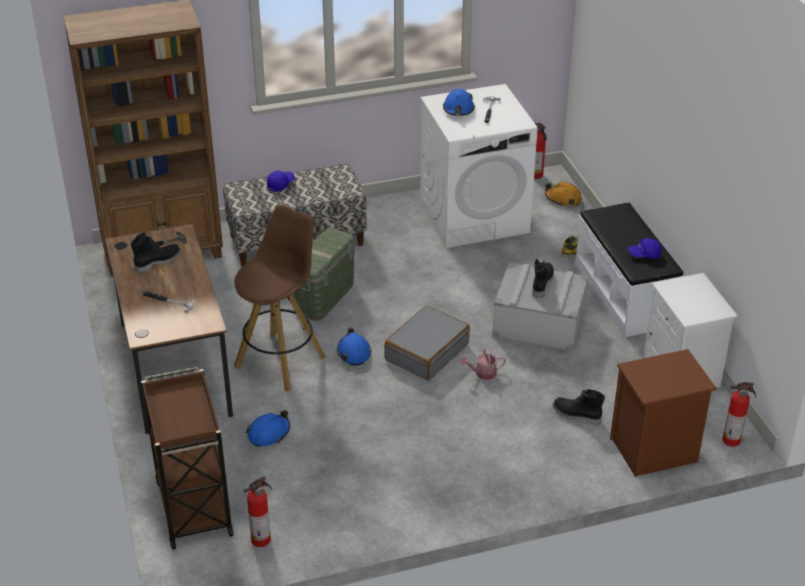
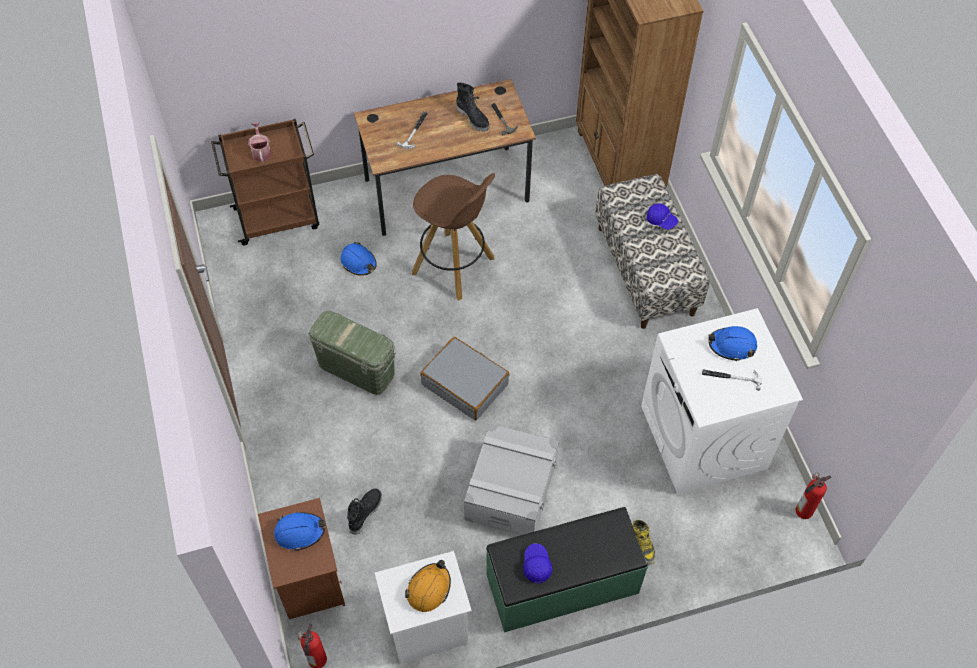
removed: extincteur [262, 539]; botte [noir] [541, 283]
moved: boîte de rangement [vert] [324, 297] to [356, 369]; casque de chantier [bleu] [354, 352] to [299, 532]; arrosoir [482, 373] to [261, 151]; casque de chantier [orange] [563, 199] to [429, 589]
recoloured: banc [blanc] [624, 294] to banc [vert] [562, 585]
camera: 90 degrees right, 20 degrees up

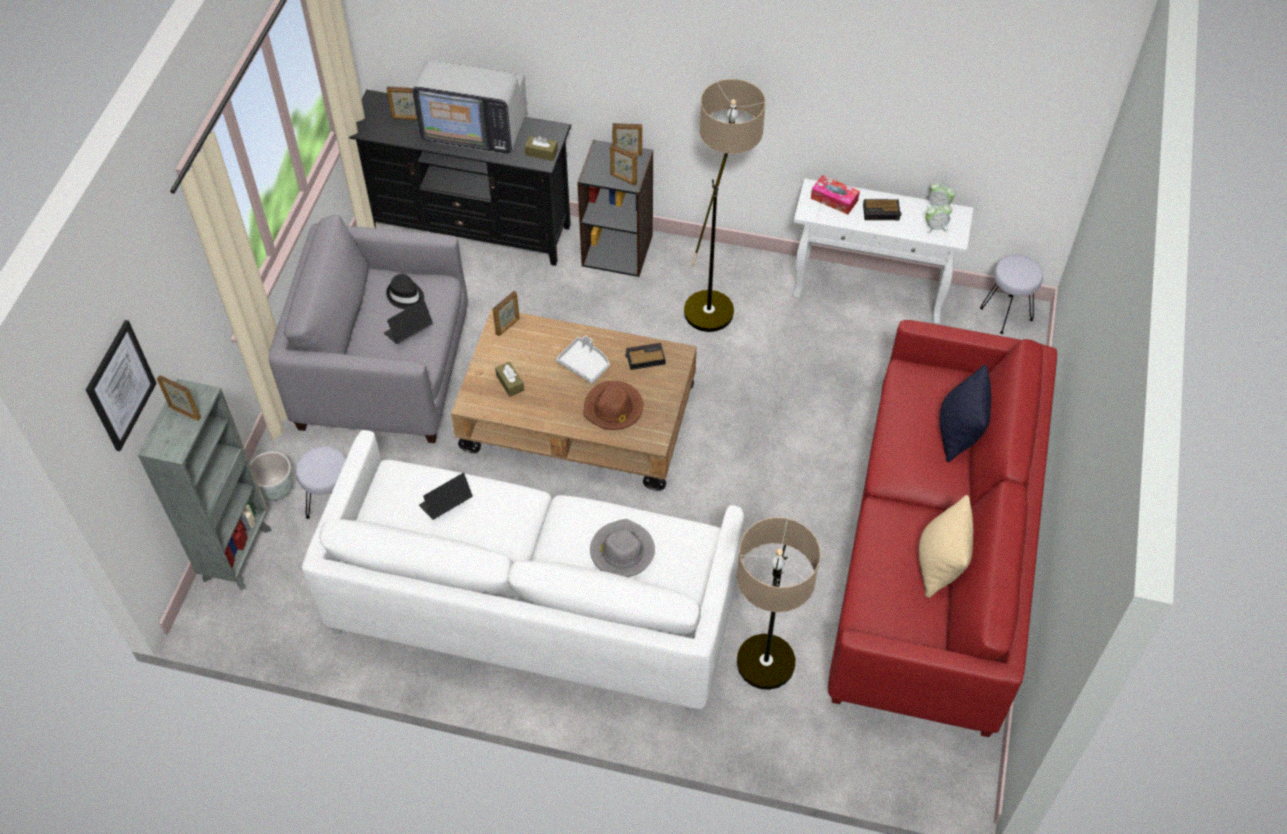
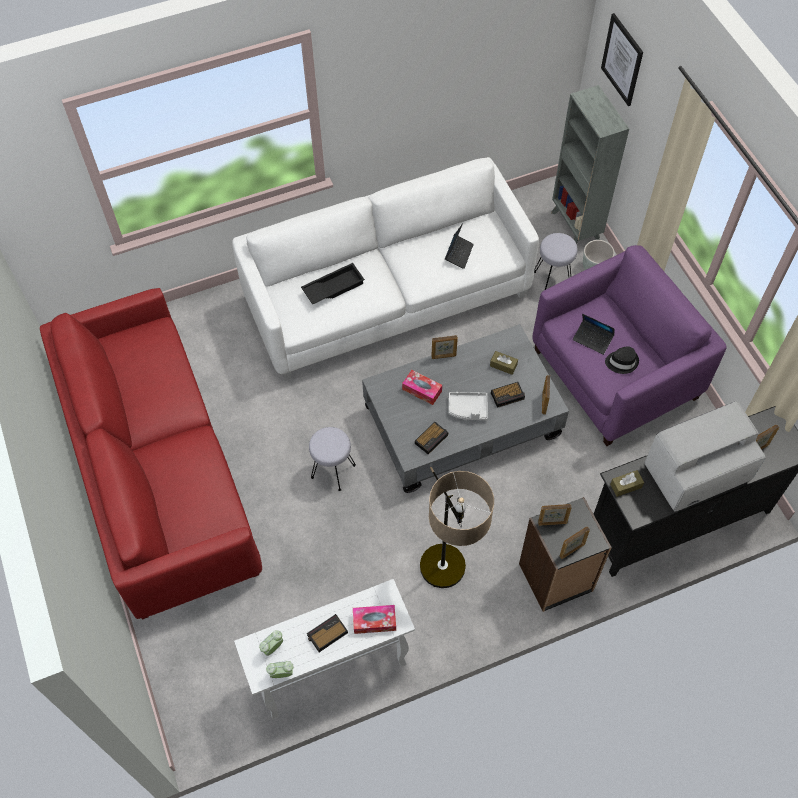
removed: lampadaire [761, 684]; coussin [beige] [939, 564]; coussin [noir] [958, 433]
added: réveil [508, 396]
moved: cadre photo [185, 412] to [444, 356]; tabouret [gris] [1006, 315] to [333, 470]
replaced: chapeau [marron] [613, 408] to boîte à mouchoirs [422, 390]; chapeau [gris] [622, 551] to plateau [noir] [333, 287]
recoloured: fauteuil [gris] [384, 372] to fauteuil [violet] [614, 374]; table basse [marron] [577, 420] to table basse [gris] [462, 421]
turned: ordinateur portable [408, 331] = [592, 339] 105 degrees clockwise
camera: 145 degrees right, 5 degrees up

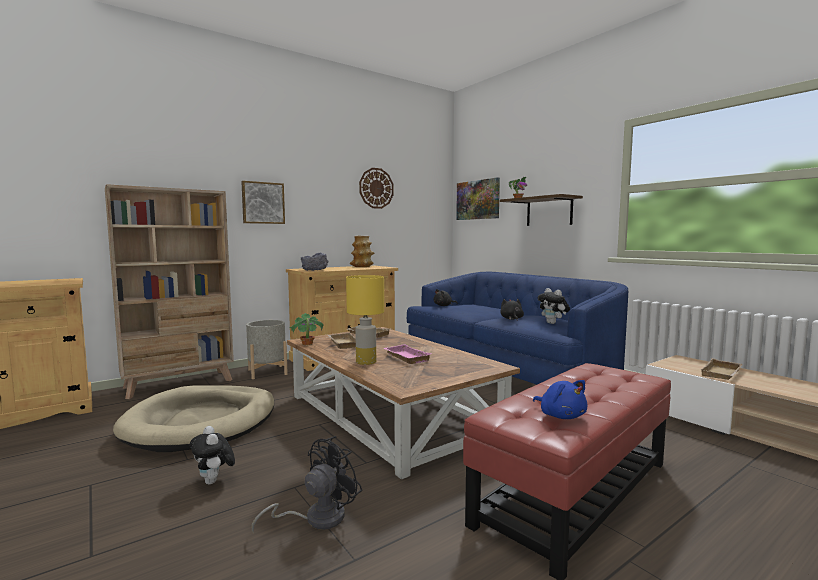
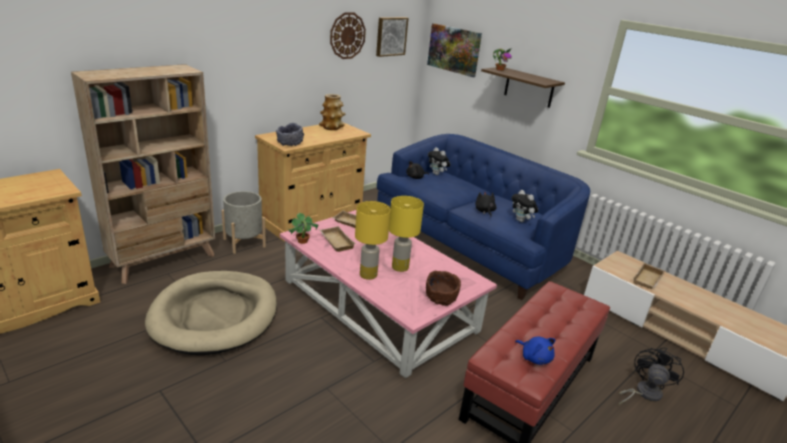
added: bol [marron] [441, 298]
moved: peluche [214, 481] to [437, 174]; tableau [263, 203] to [390, 36]; ventilateur [noir] [316, 518] to [643, 393]
replaced: plateau [rose] [405, 357] to lampe de table [jaune] [399, 267]
recoloured: table basse [marron] [391, 415] to table basse [rose] [380, 305]
camera: 10 degrees left, 20 degrees up

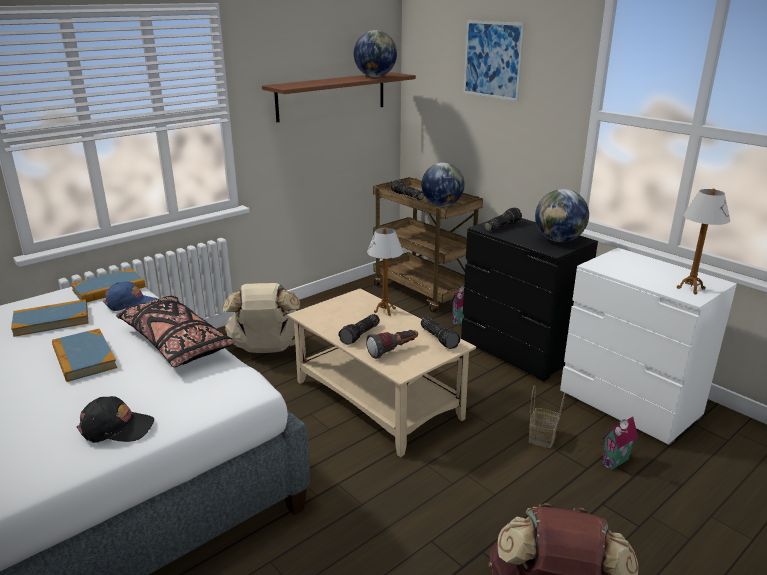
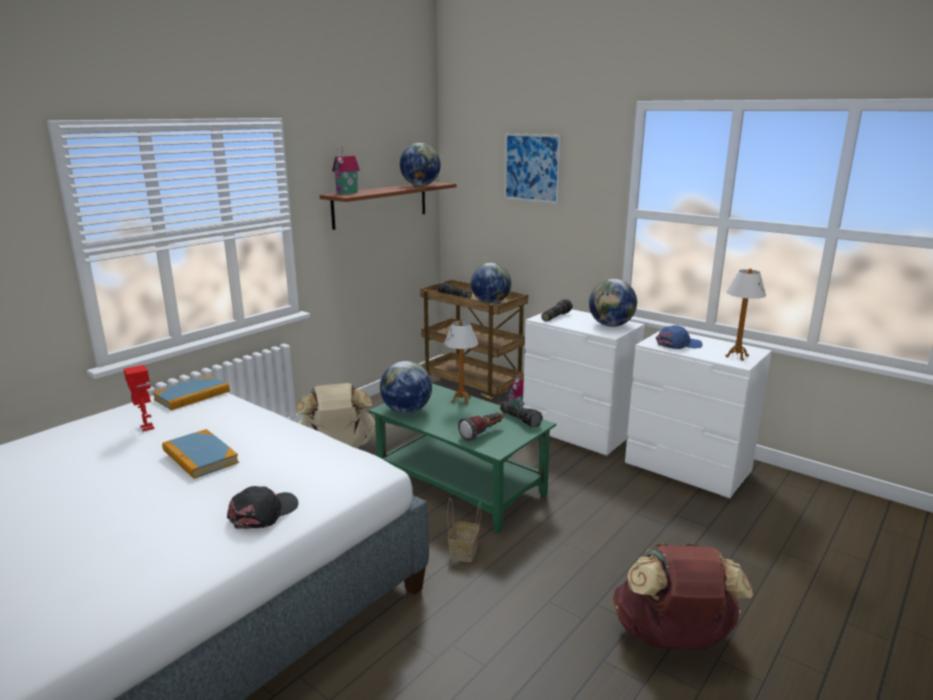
removed: coussin [noir] [176, 343]; lampe de poche [361, 335]
added: globe [406, 411]
moved: casquette [bleu] [131, 304] to [678, 344]; panier [542, 438] to [464, 552]; maison miniature [616, 462] to [348, 193]
replaced: livre [51, 320] to robot jouet [146, 428]
recoloured: table basse [beige] [376, 399] to table basse [vert] [459, 486]; commode [noir] [519, 351] to commode [blanc] [578, 432]
turned: casquette [noir] [116, 427] = [264, 513] 45 degrees counterclockwise
camera: 10 degrees left, 5 degrees down

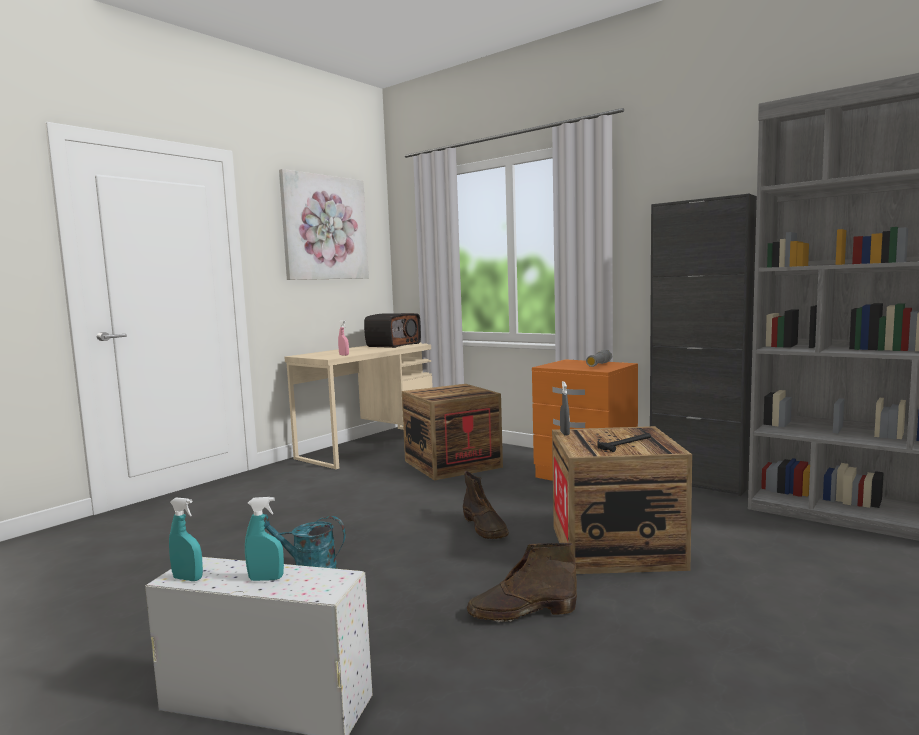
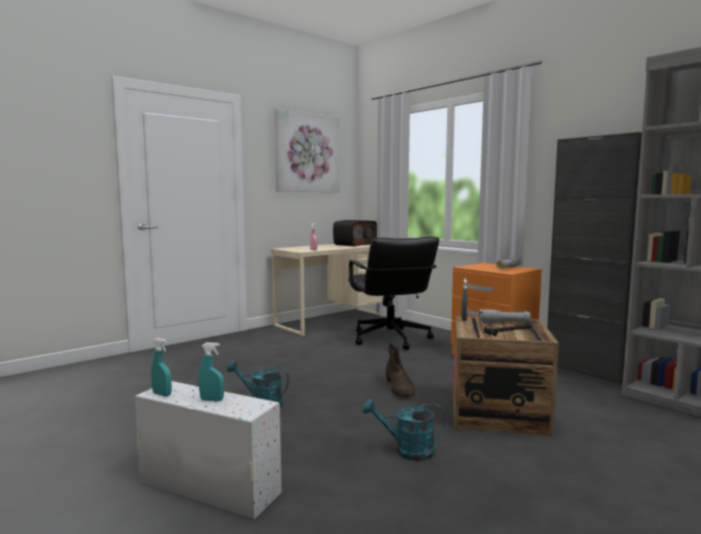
added: lampe de poche [gris] [504, 323]
replaced: caisse [452, 464] to chaise de bureau [noir] [390, 339]; botte [marron] [521, 612] to arrosoir [turquoise] [407, 451]
camera: 10 degrees right, 0 degrees up

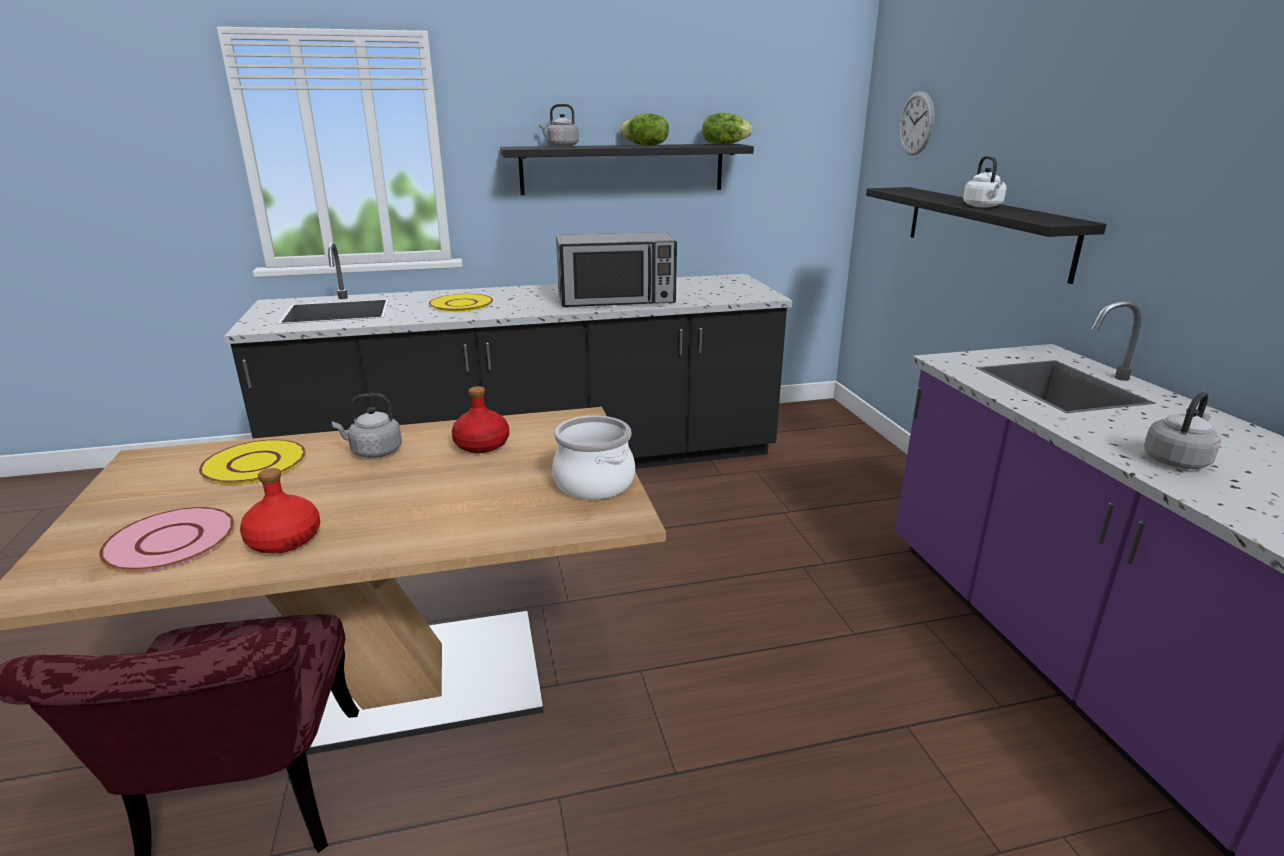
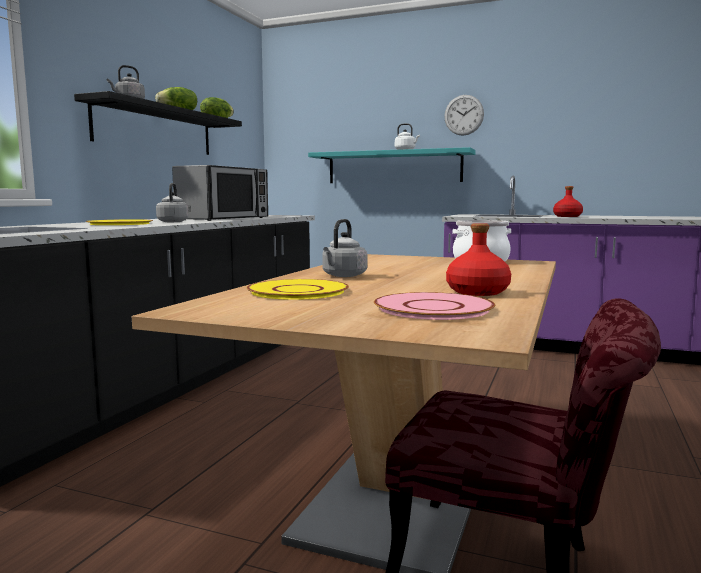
moved: bouteille [rouge] [481, 445] to [567, 216]; horloge murale [916, 123] to [464, 115]; bouilloire [gris] [1177, 460] to [173, 222]
recoloured: étagère [noir] [985, 230] to étagère [turquoise] [393, 167]
camera: 55 degrees left, 15 degrees down

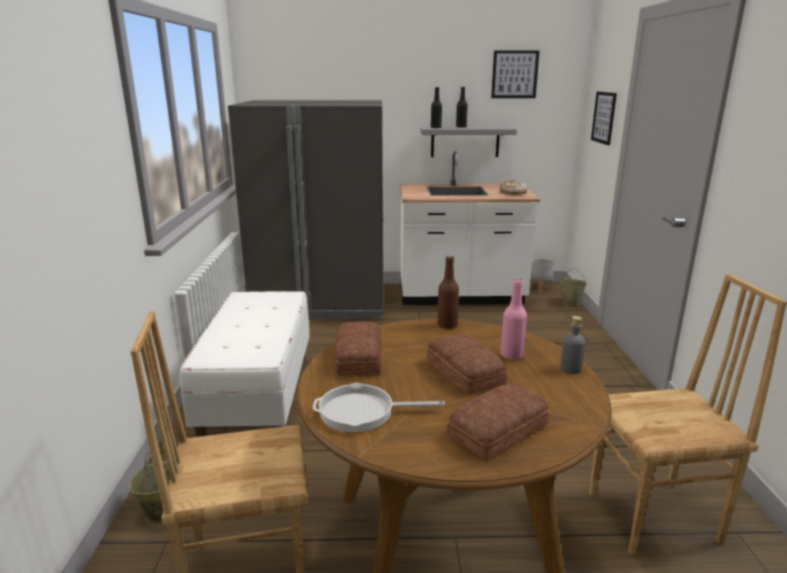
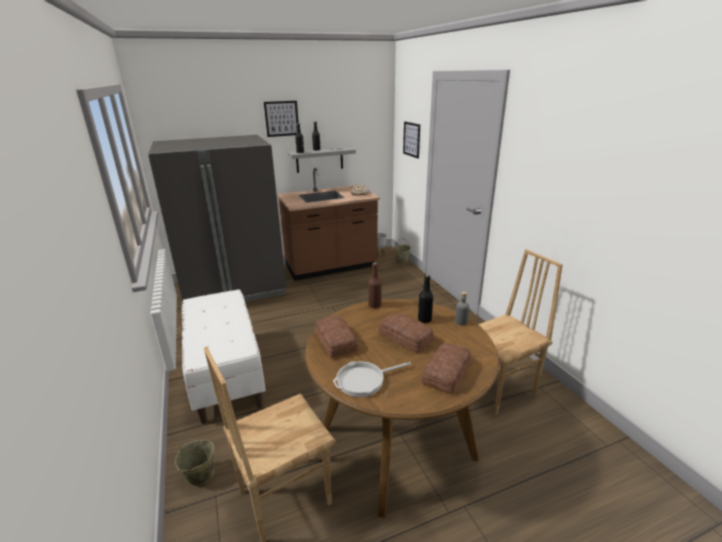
moved: tableau [514, 74] to [281, 118]
recoloured: comptoir de cuisine [blanc] [460, 296] to comptoir de cuisine [marron] [331, 267]; bouteille [rose] [511, 355] to bouteille [noir] [424, 319]
camera: 20 degrees left, 5 degrees up

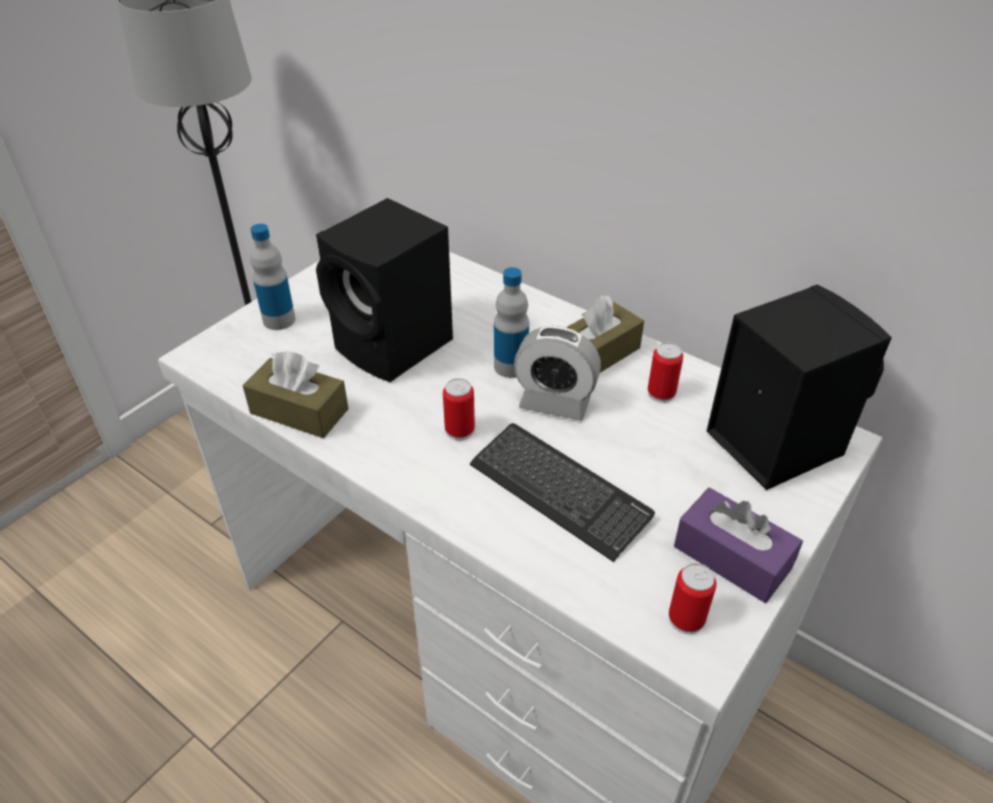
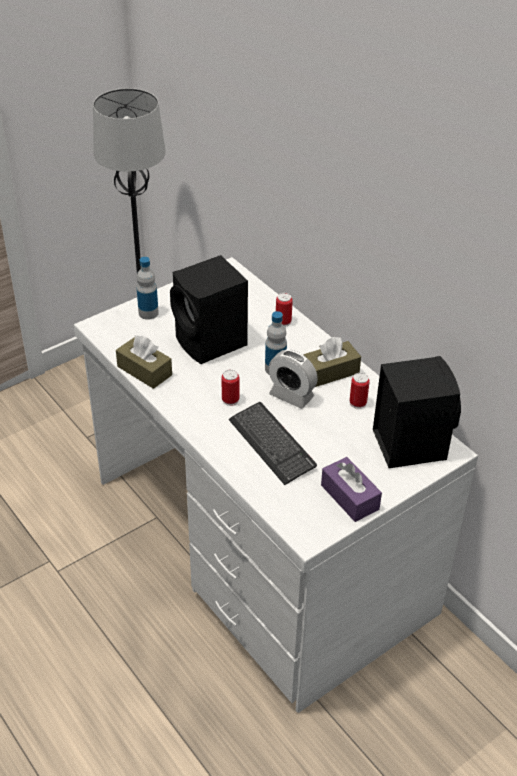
moved: boîte métallique [686, 619] to [283, 321]
camera: 15 degrees right, 0 degrees up

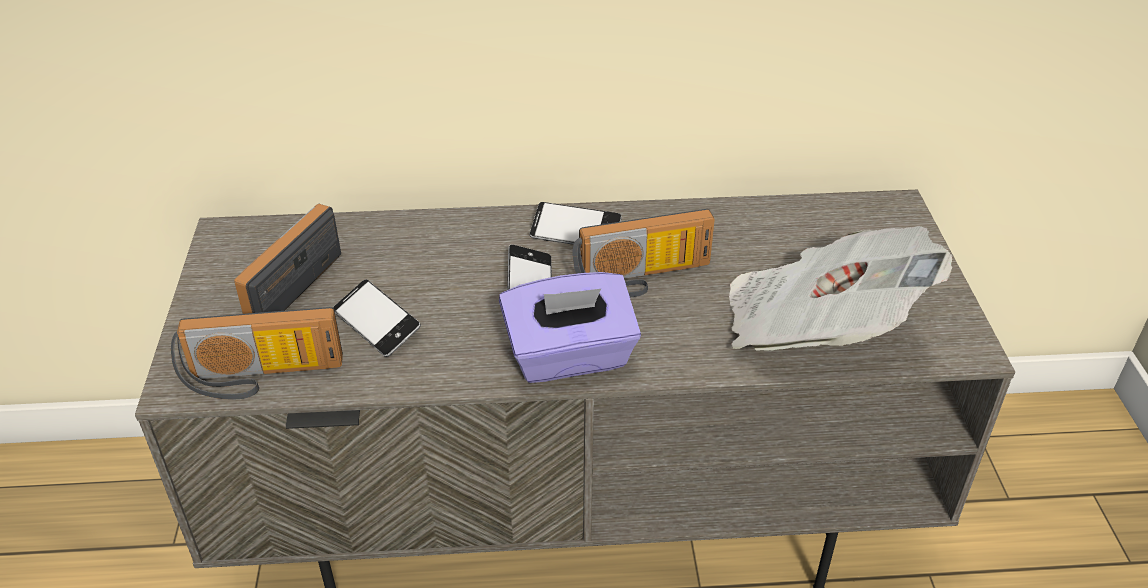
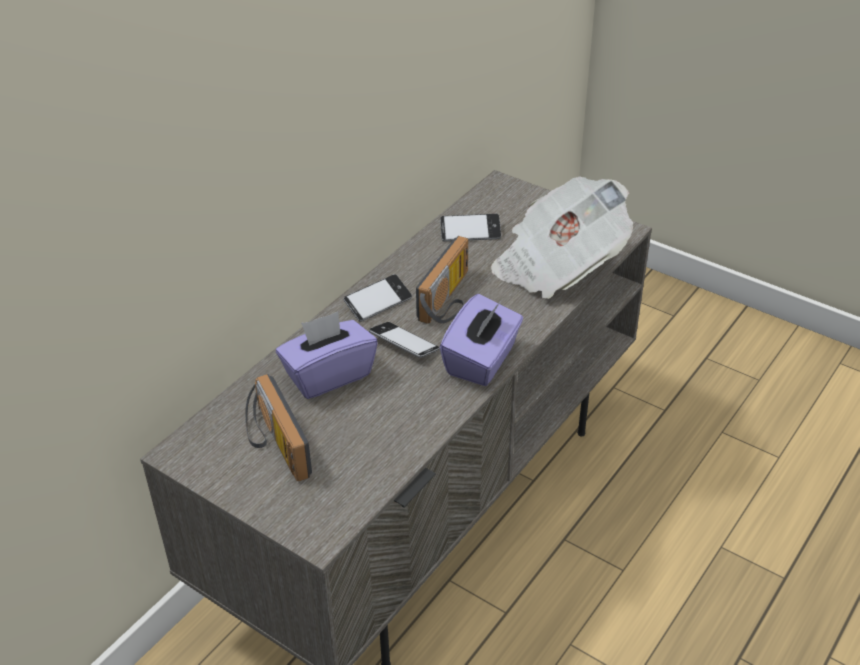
removed: radio [261, 378]
added: boîte à mouchoirs [violet] [328, 375]
moved: téléphone [377, 324] to [470, 232]
camera: 50 degrees left, 0 degrees up

